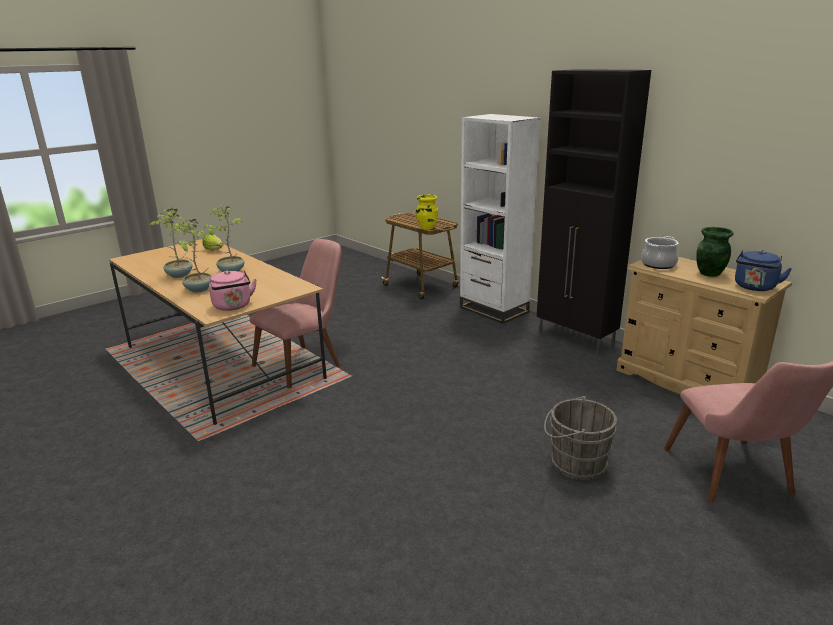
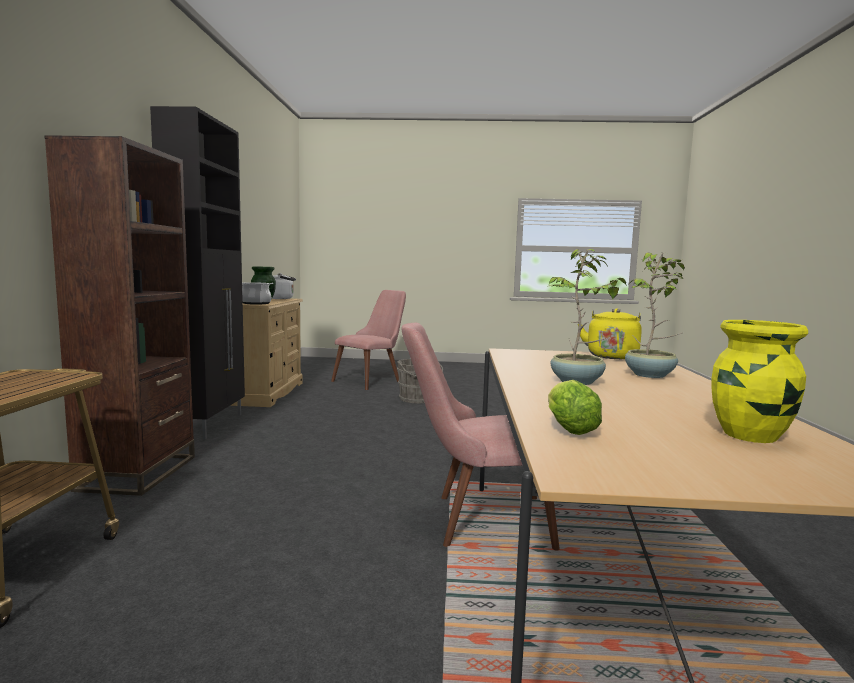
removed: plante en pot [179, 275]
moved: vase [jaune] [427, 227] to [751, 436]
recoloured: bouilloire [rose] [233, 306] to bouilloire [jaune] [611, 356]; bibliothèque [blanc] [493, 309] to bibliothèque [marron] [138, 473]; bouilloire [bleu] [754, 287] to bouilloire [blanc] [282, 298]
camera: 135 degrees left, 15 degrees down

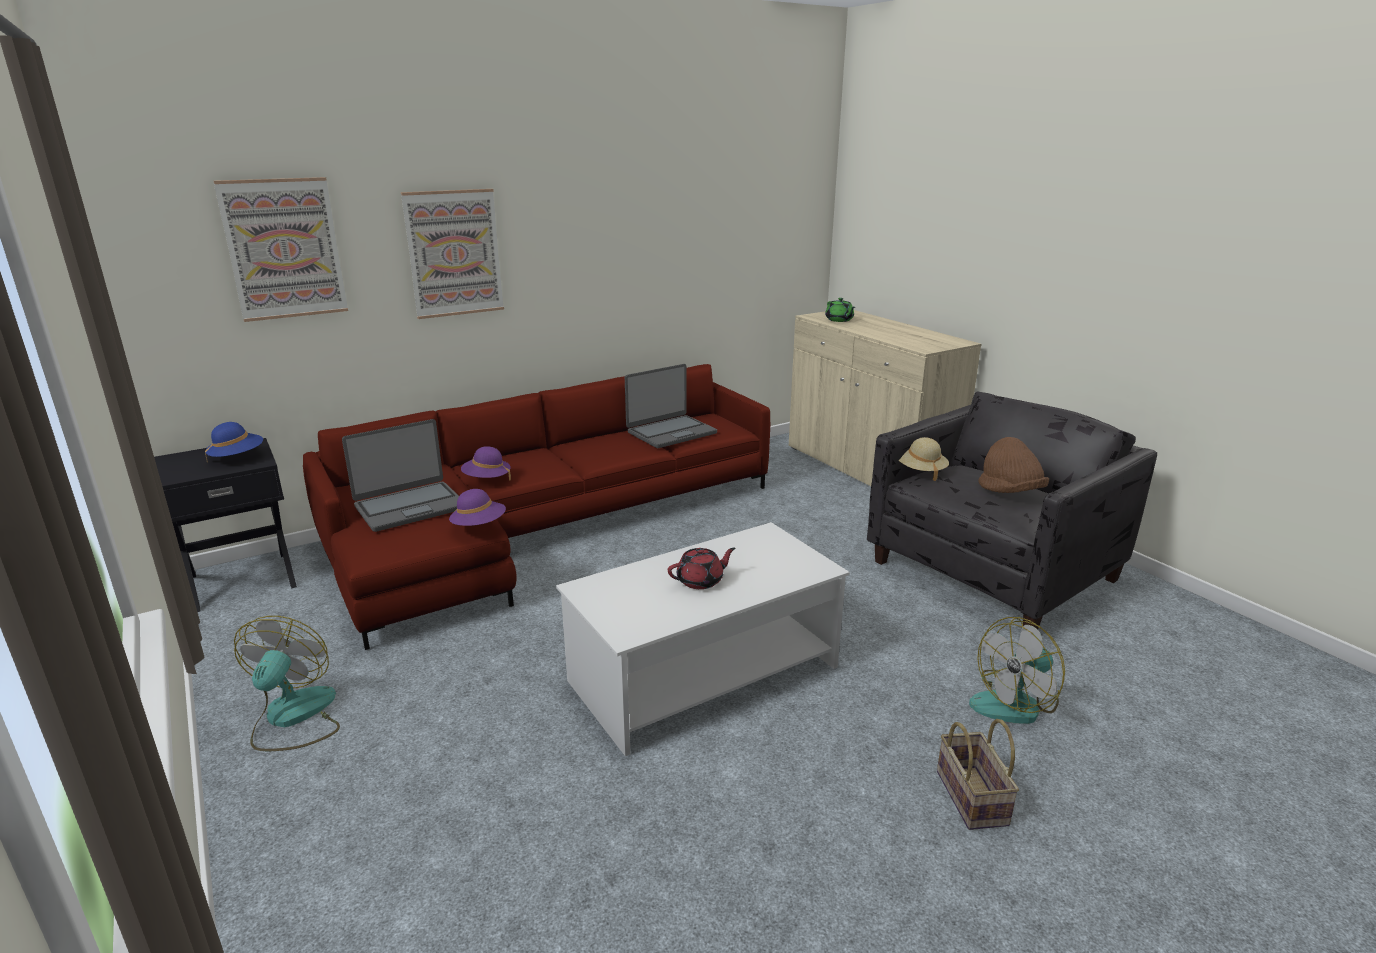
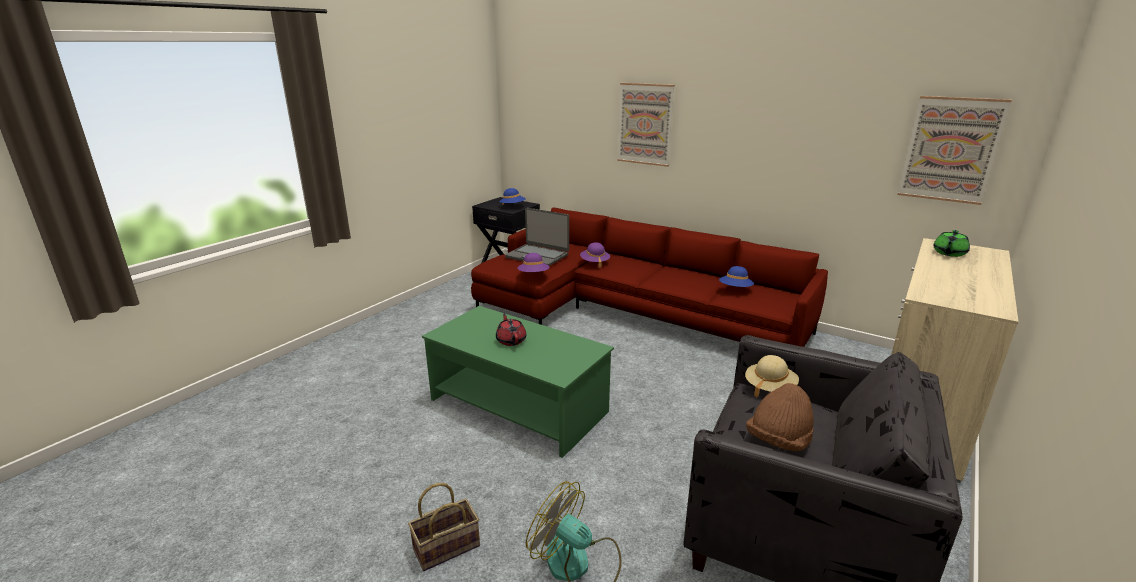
removed: ventilateur [293, 718]
moved: tableau [284, 249] to [950, 150]
replaced: ordinateur portable [671, 432] to chapeau [bleu] [735, 289]
recoloured: table basse [blanc] [705, 673] to table basse [vert] [519, 406]
turned: théière [rouge] [701, 581] = [511, 340] 150 degrees counterclockwise
camera: 65 degrees right, 0 degrees up

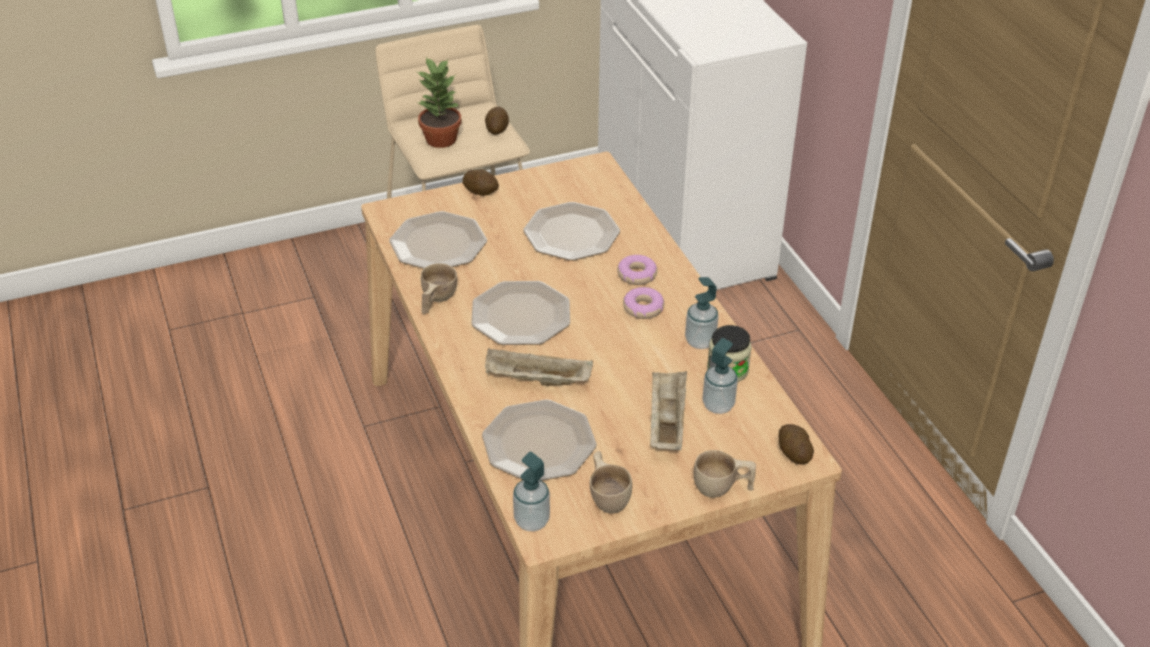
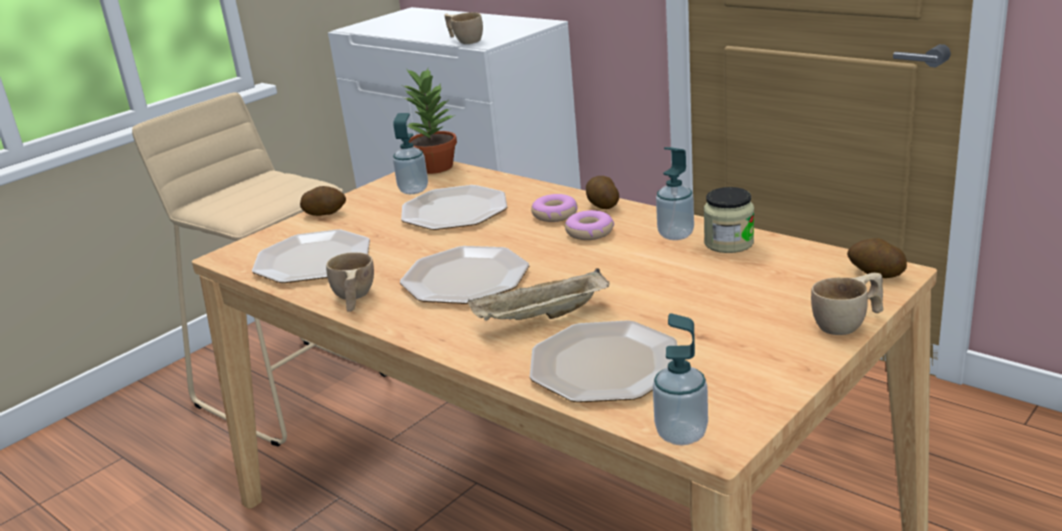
removed: plateau [beige] [666, 422]
moved: plante en pot [441, 139] to [435, 167]; pomme de terre [497, 129] to [602, 205]; tasse [beige] [608, 495] to [465, 41]; distributeur de savon [718, 405] to [413, 190]
camera: 25 degrees left, 15 degrees down

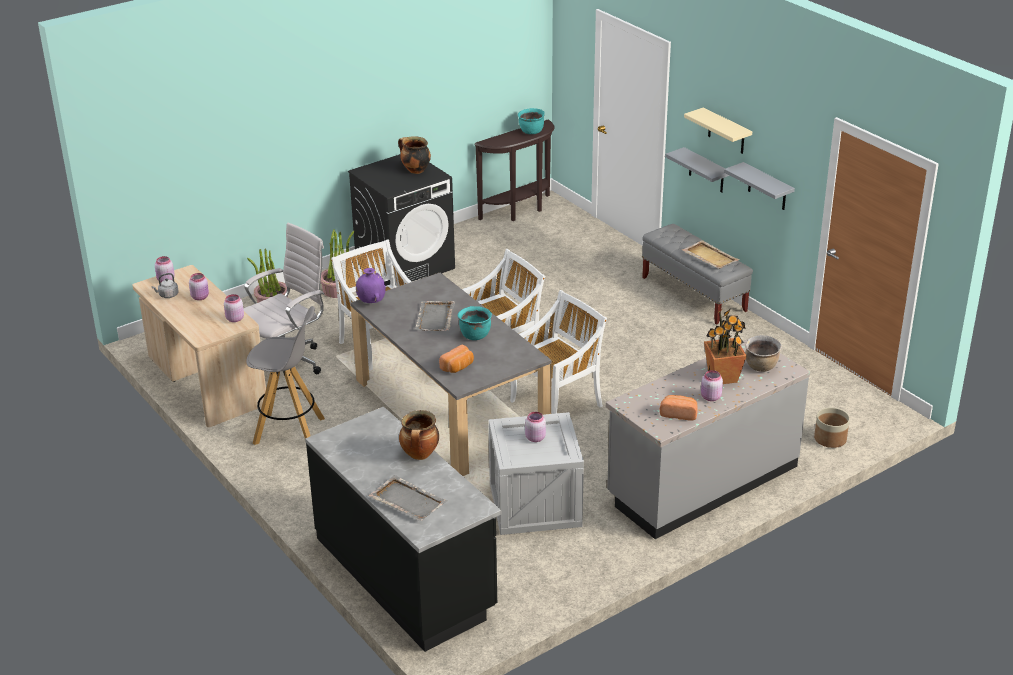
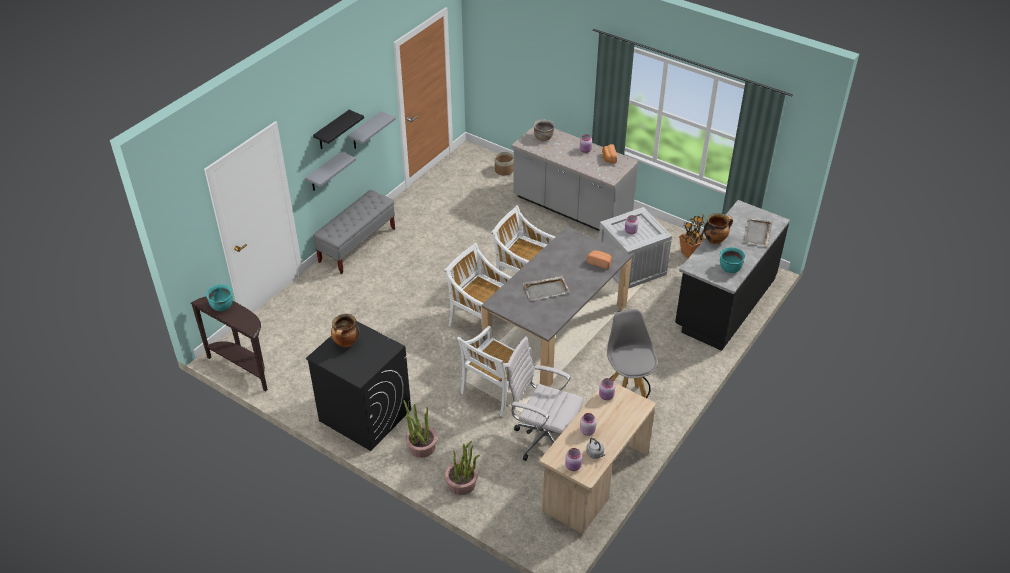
removed: vase [violet] [371, 302]; plateau [beige] [709, 256]
moved: marmite [turquoise] [475, 335] to [730, 269]; plante en pot [723, 377] to [690, 253]
recoloured: étagère [beige] [726, 132] to étagère [noir] [332, 130]
camera: 110 degrees left, 10 degrees up

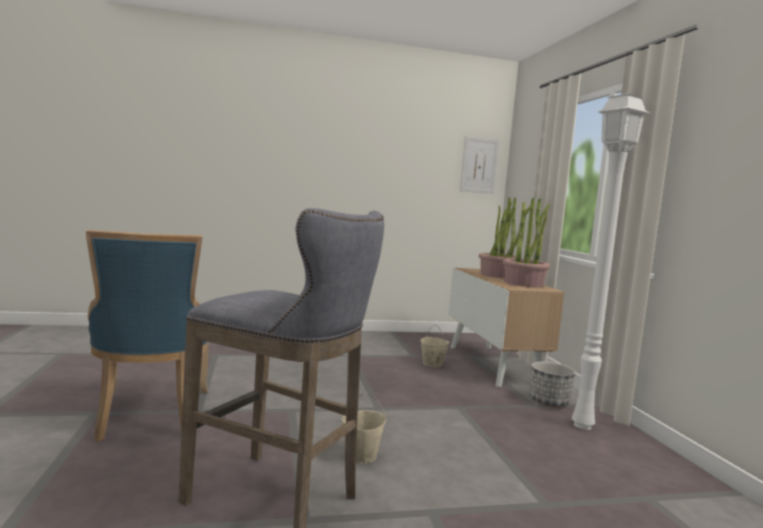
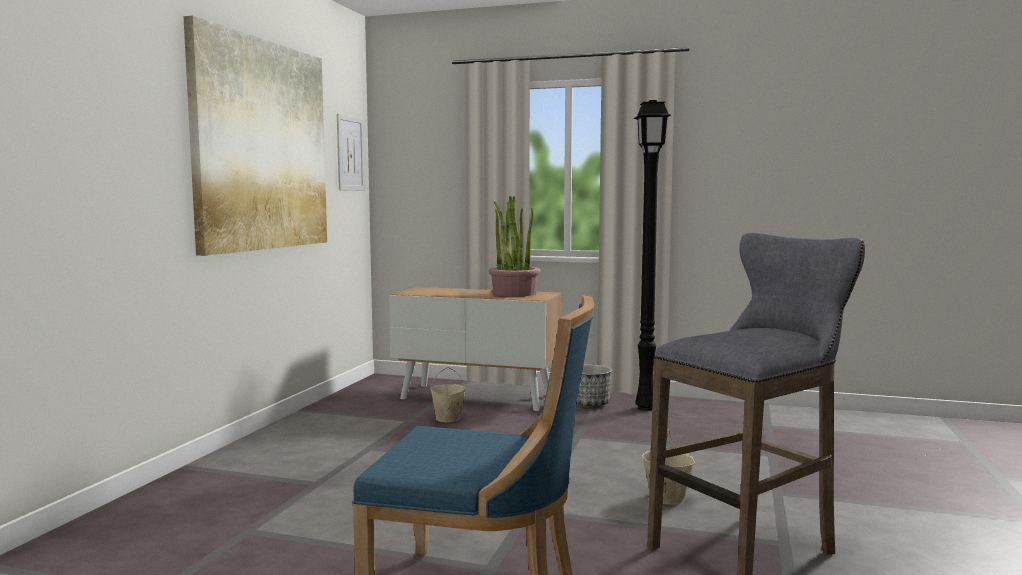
removed: plante en pot [498, 275]
added: tableau [261, 145]
recoloured: lampadaire [blanc] [584, 426] to lampadaire [noir] [646, 408]
camera: 60 degrees left, 0 degrees up

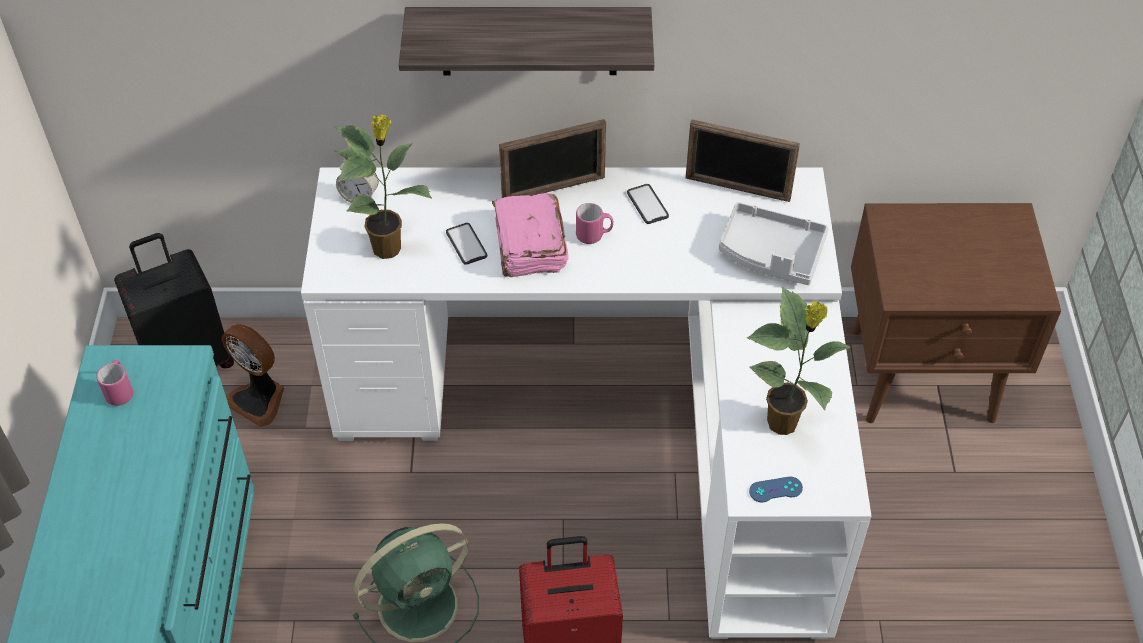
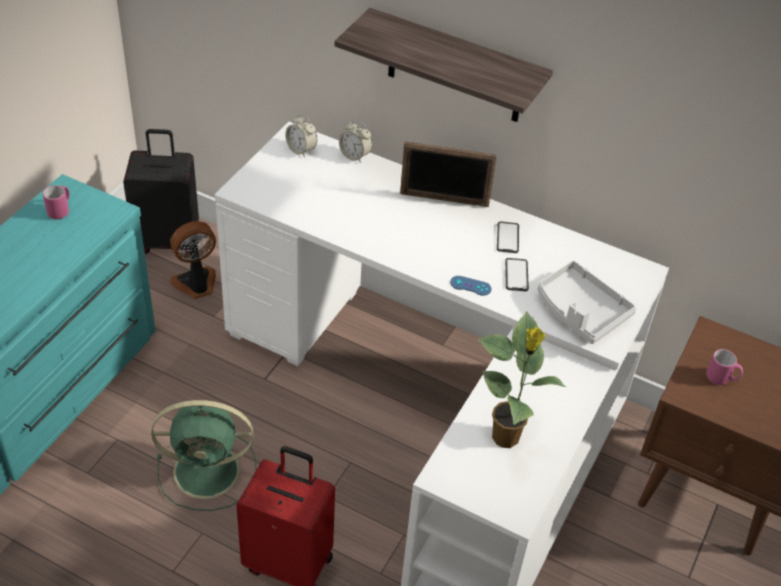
removed: plante en pot [389, 248]; livre [rose] [529, 247]; cadre photo [737, 189]
added: réveil [355, 156]
moved: téléphone [466, 244] to [516, 275]; mug [rose] [594, 235] to [721, 379]; manette [bleu] [775, 489] to [470, 286]
turned: ventilateur [259, 399] = [196, 284] 90 degrees clockwise
camera: 25 degrees right, 5 degrees down

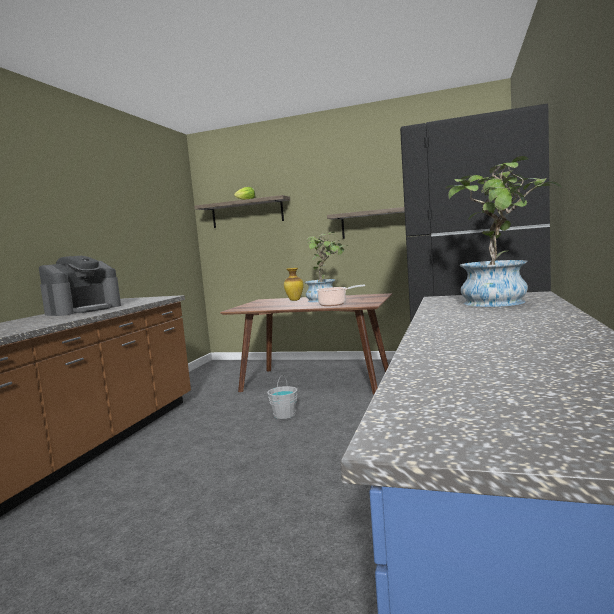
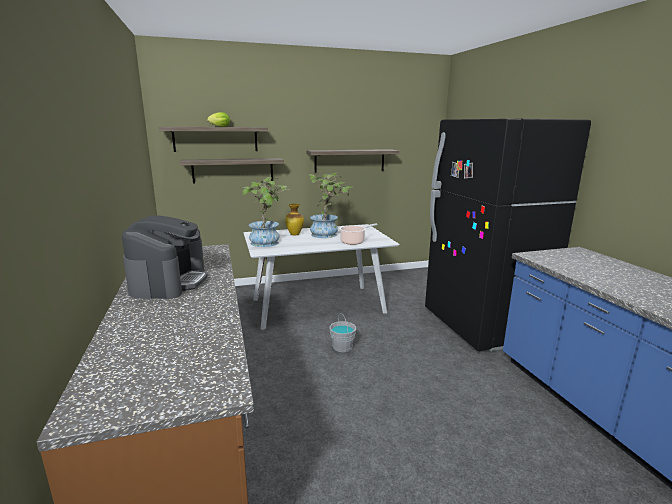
added: étagère [233, 170]
moved: plante en pot [500, 303] to [267, 243]
recoloured: table à manger [marron] [317, 381] to table à manger [blanc] [318, 305]
camera: 35 degrees left, 10 degrees up

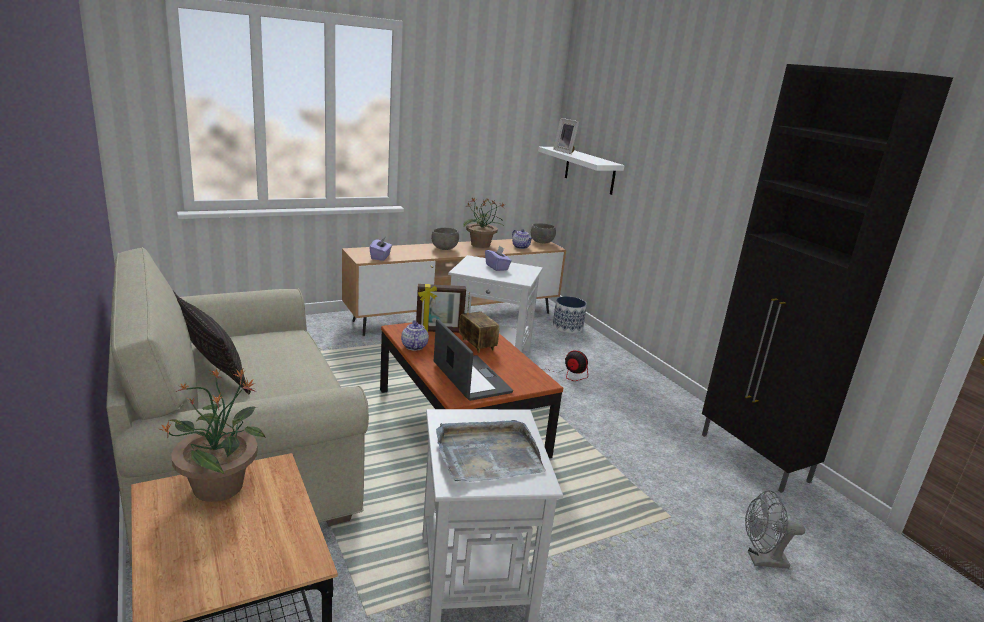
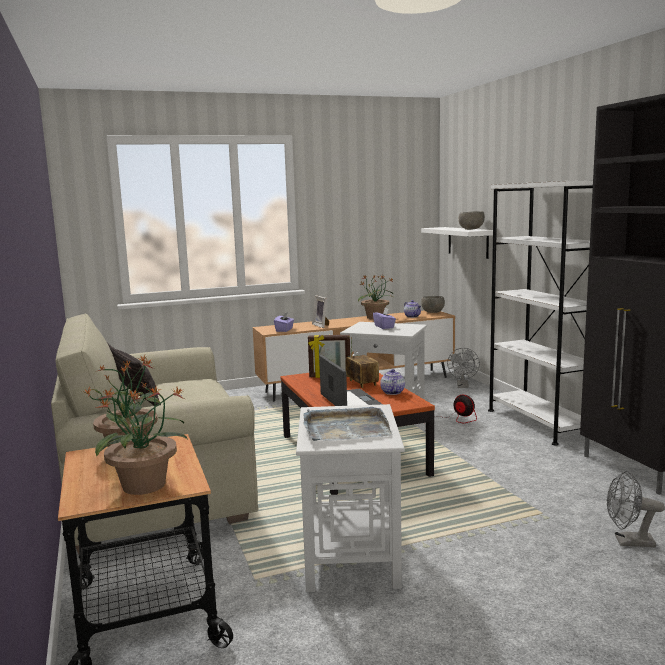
added: plante en pot [145, 485]; bibliothèque [blanc] [538, 423]
moved: théière [414, 346] to [392, 392]; bol [gris] [444, 248] to [471, 229]; cadre photo [565, 152] to [322, 325]
replaced: cache-pot [567, 327] to ventilateur [gris] [463, 386]
camera: 10 degrees right, 10 degrees down

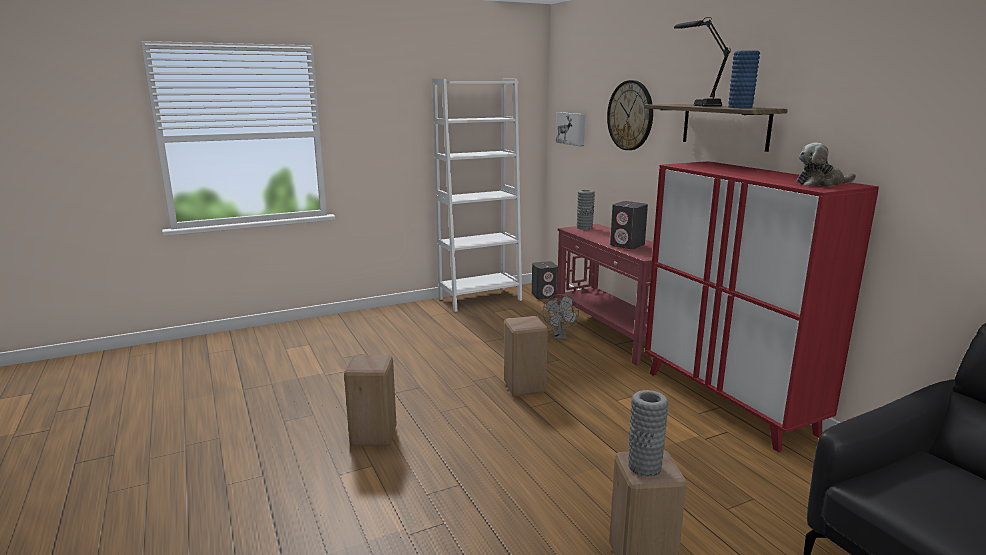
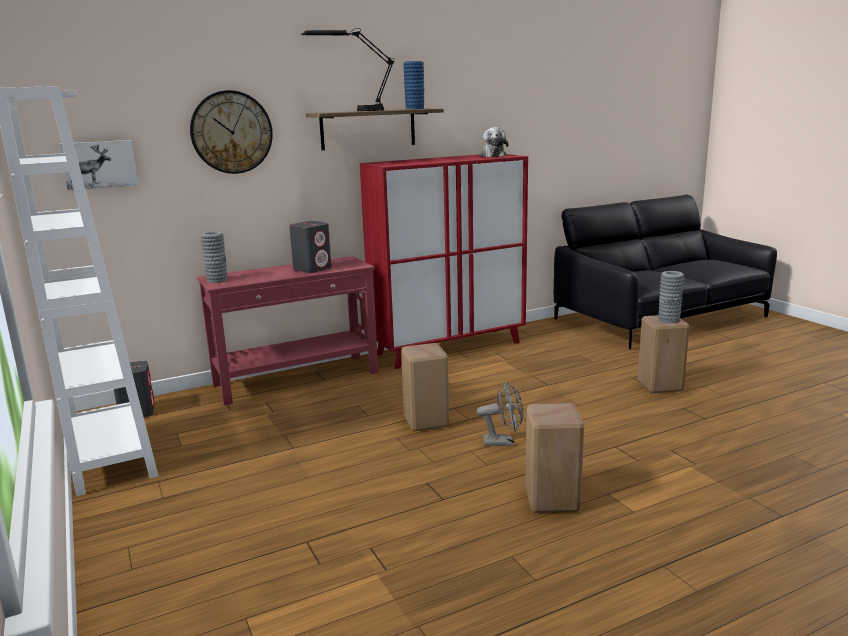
moved: ventilateur [gris] [559, 336] to [503, 442]
camera: 90 degrees left, 0 degrees up

